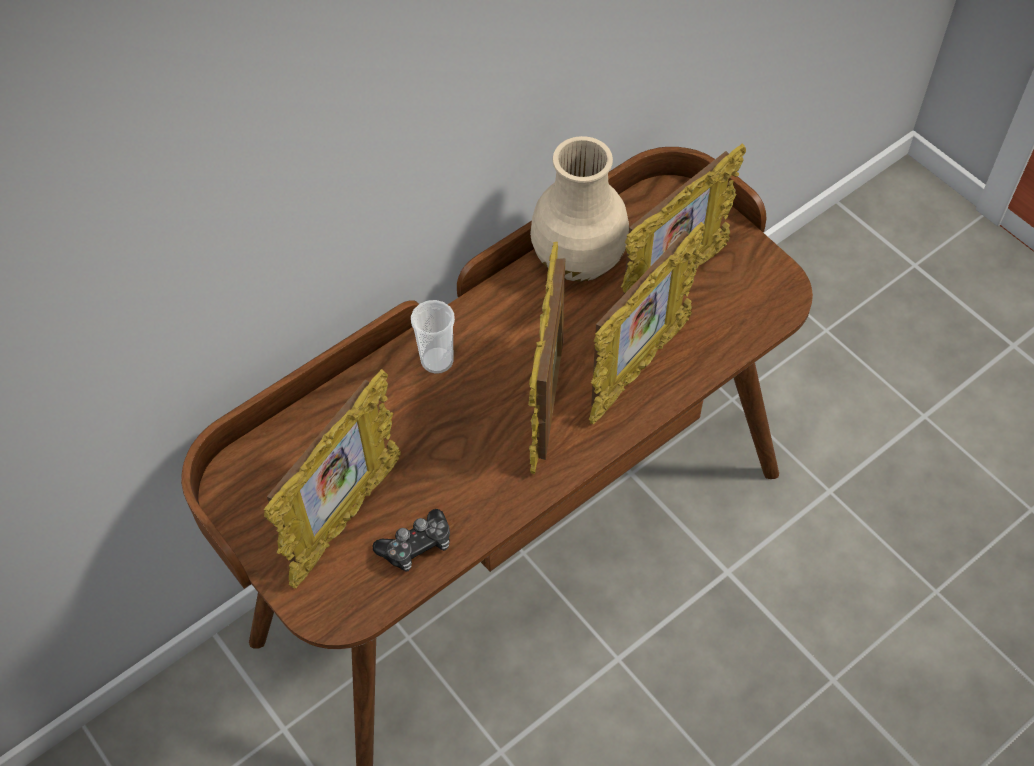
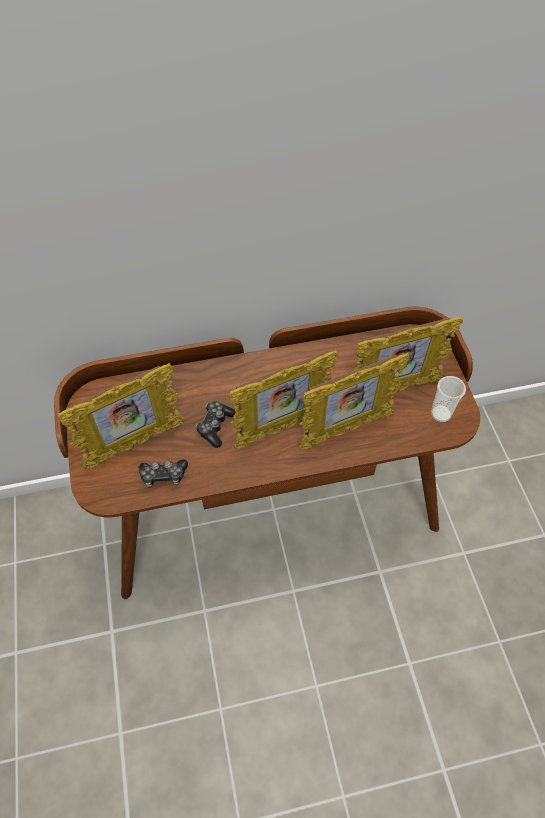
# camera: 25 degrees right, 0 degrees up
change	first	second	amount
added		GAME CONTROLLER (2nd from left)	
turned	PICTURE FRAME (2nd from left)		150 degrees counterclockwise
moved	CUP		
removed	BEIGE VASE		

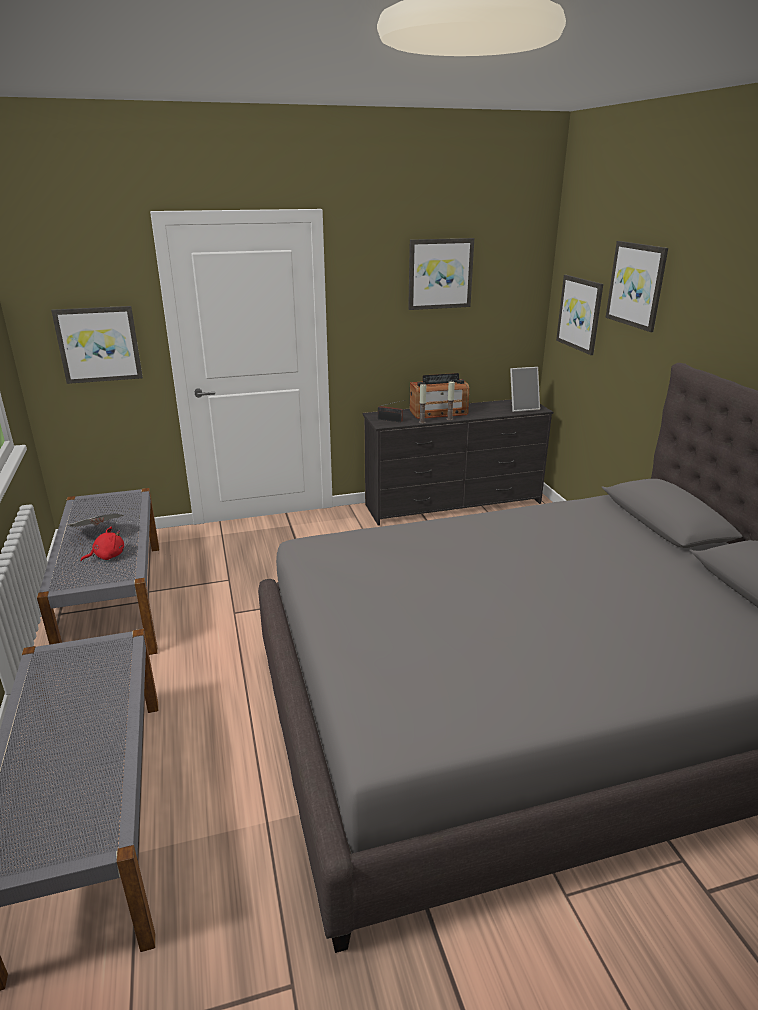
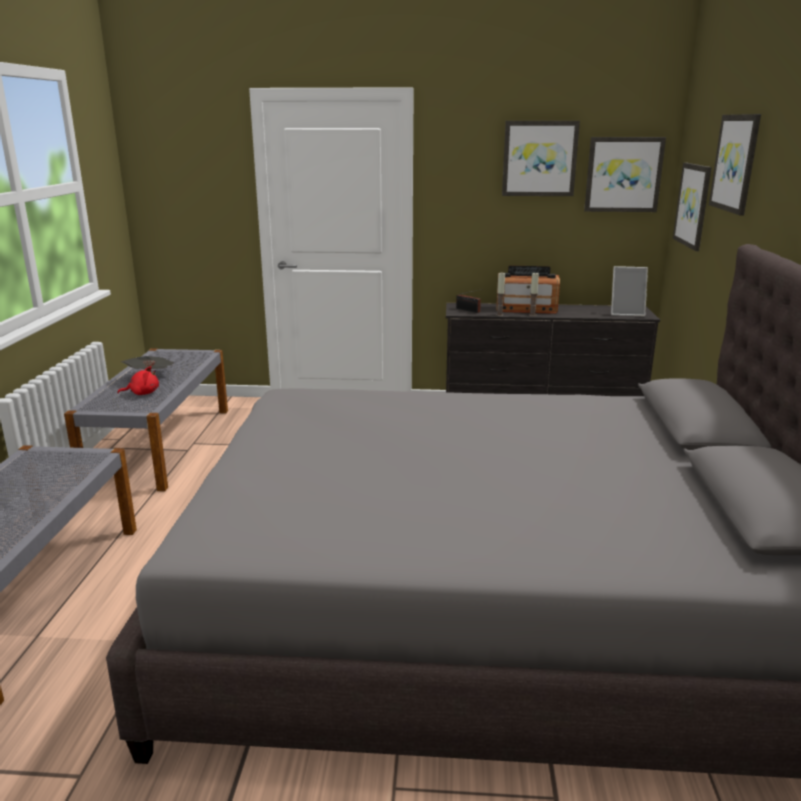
# camera: 20 degrees right, 5 degrees down
change	first	second	amount
moved	PICTURE (1st from left in the first image)	PICTURE (2nd from left)	

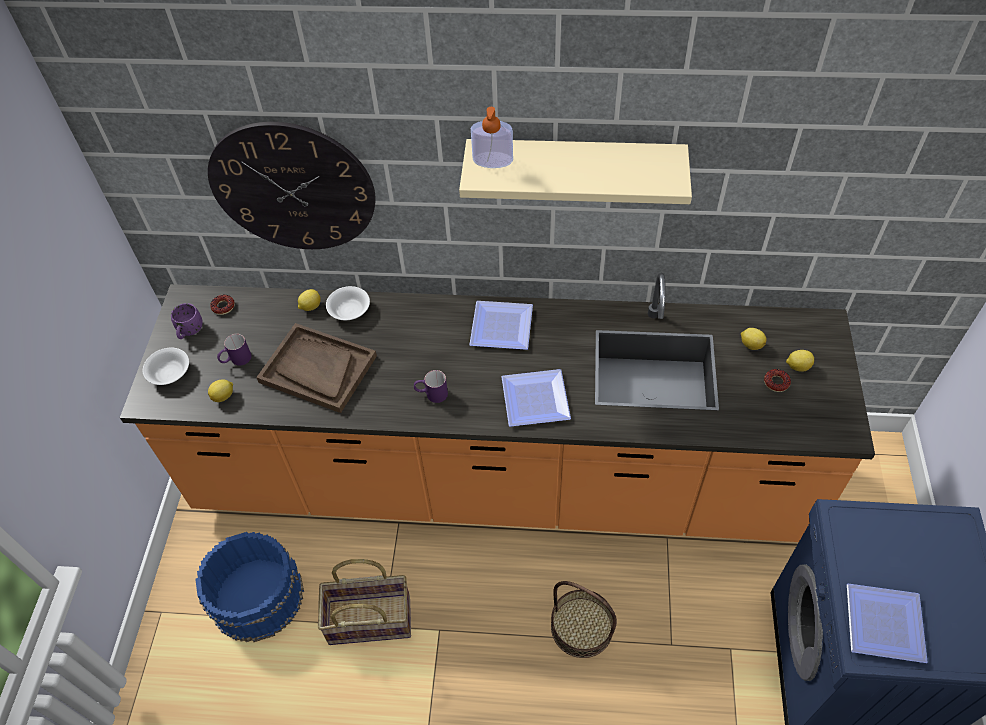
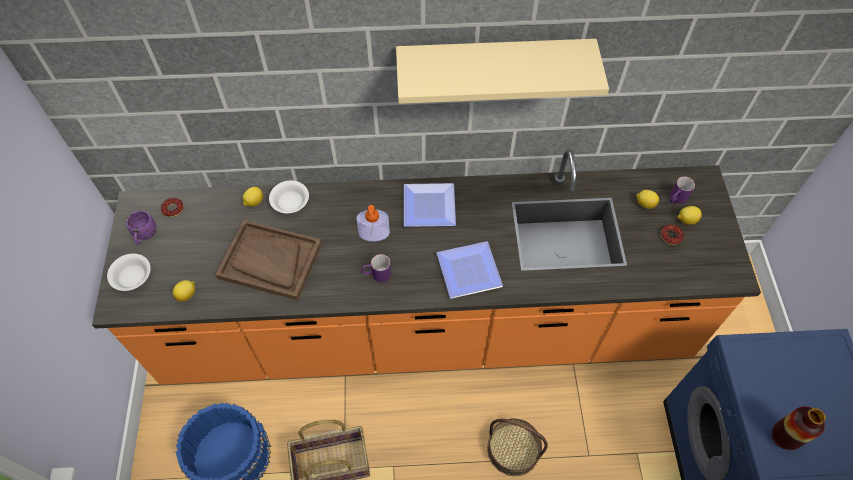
# camera: 10 degrees left, 5 degrees up
change	first	second	amount
moved	SOAP DISPENSER		
moved	PURPLE MUG (2nd from left in the first image)	PURPLE MUG (3rd from left)	
replaced	PLATE (3rd from left)	VASE	
removed	WALL CLOCK		

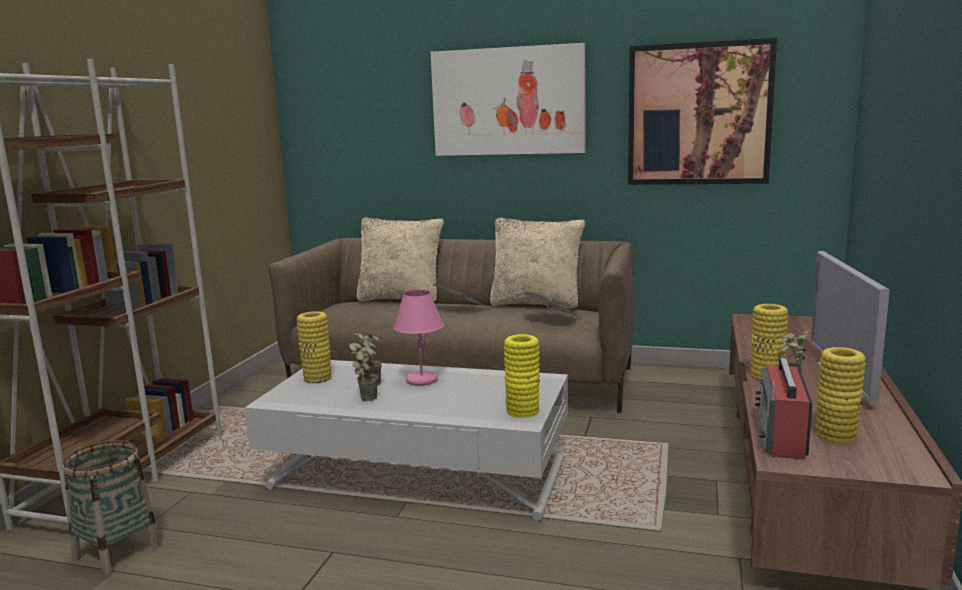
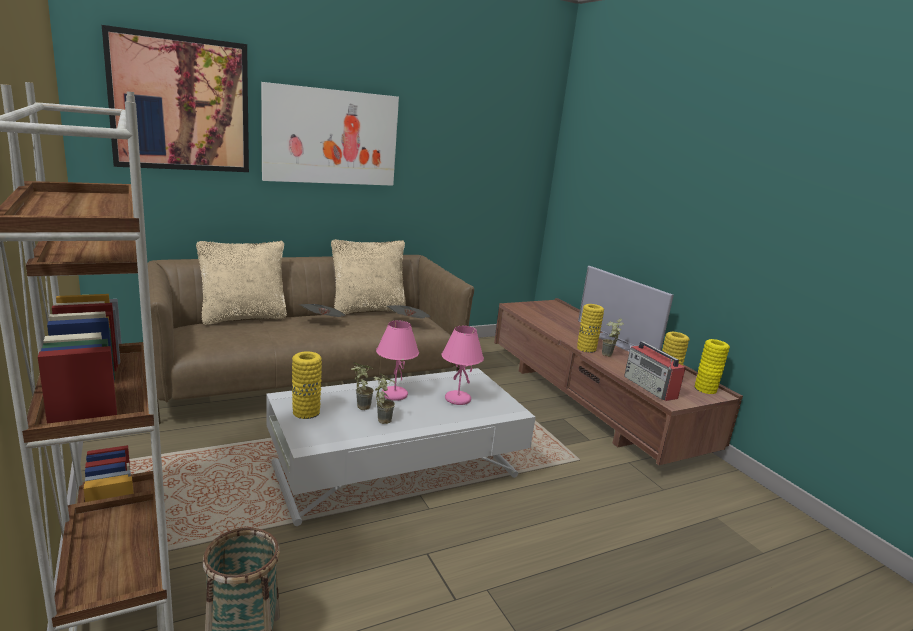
# camera: 45 degrees left, 5 degrees up
change	first	second	amount
moved	PICTURE (2nd from left in the first image)	PICTURE (1st from left)	
added		PINK TABLE LAMP (2nd from left)	
moved	YELLOW VASE (2nd from left in the first image)	YELLOW VASE (4th from left)	

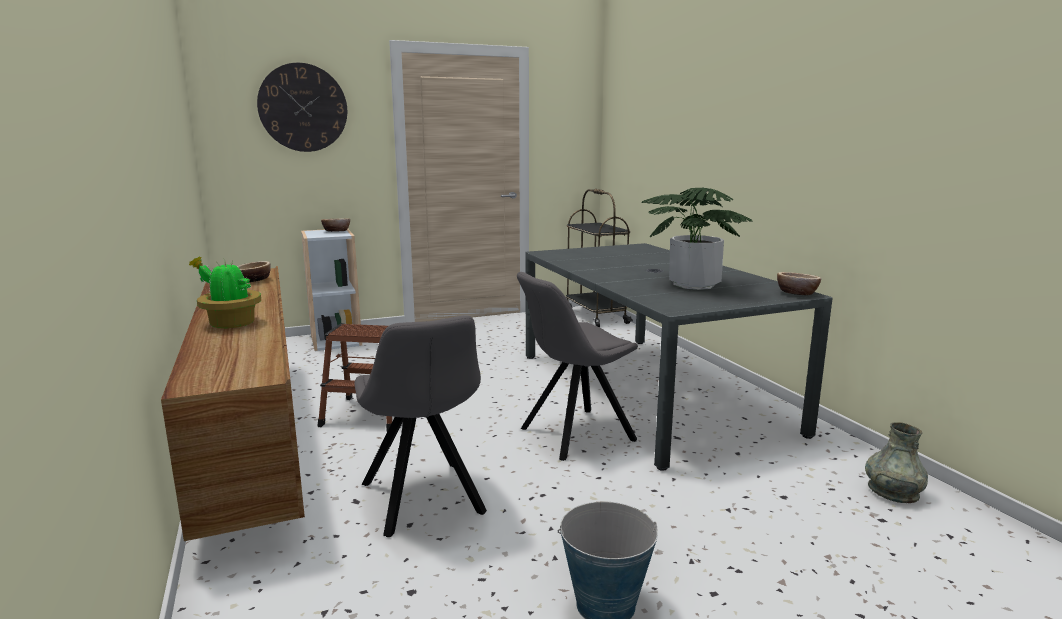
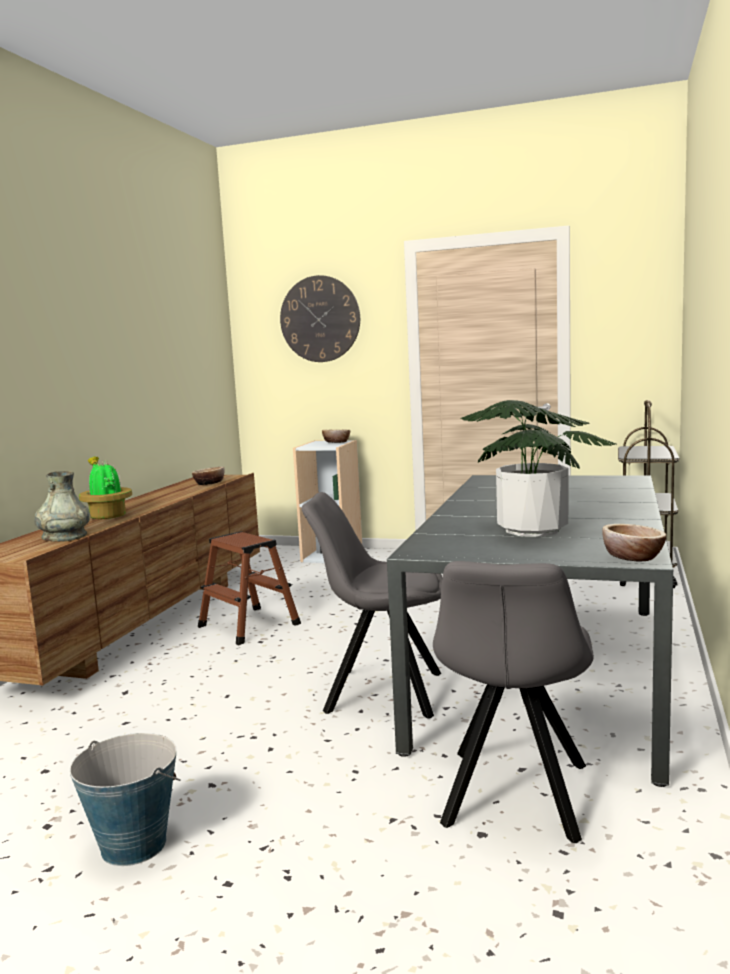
# camera: 40 degrees right, 5 degrees down
change	first	second	amount
moved	GREY VASE		
moved	GREY CHAIR (1st from left in the first image)	GREY CHAIR (2nd from left)	

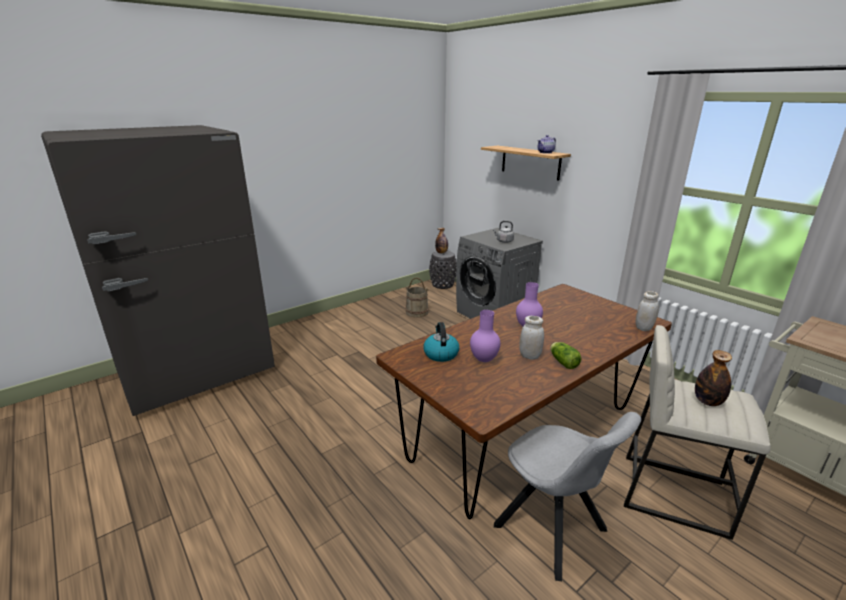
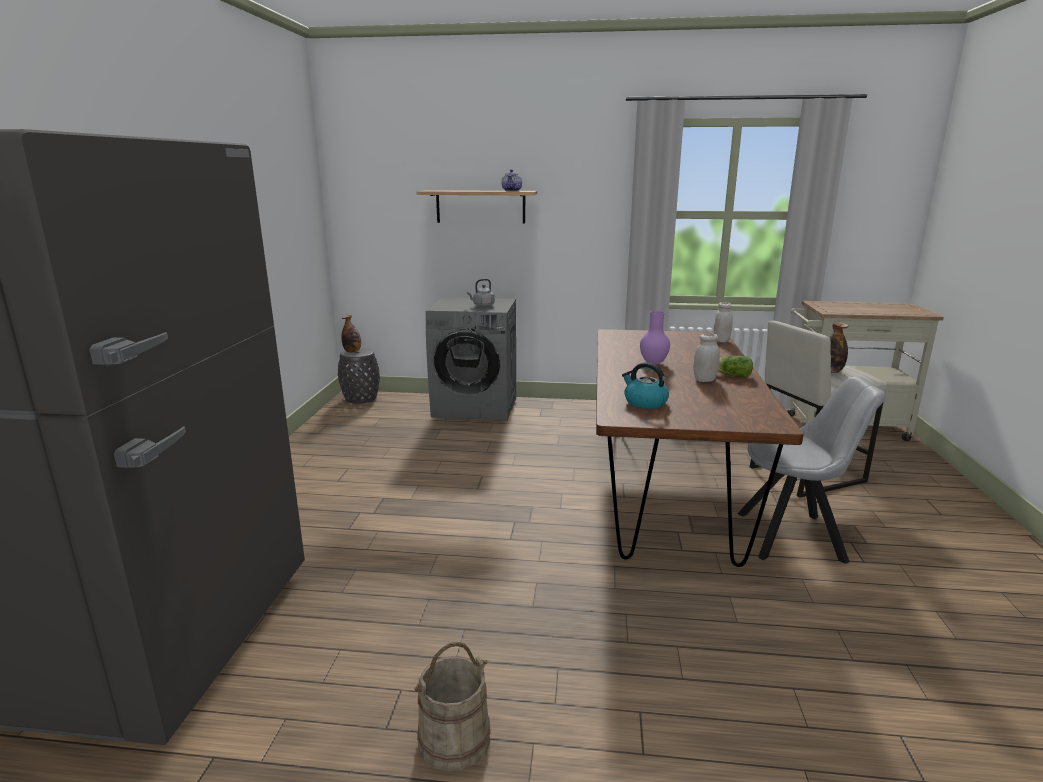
# camera: 45 degrees left, 5 degrees down
change	first	second	amount
moved	BEIGE BUCKET		
removed	PURPLE VASE (1st from left)		

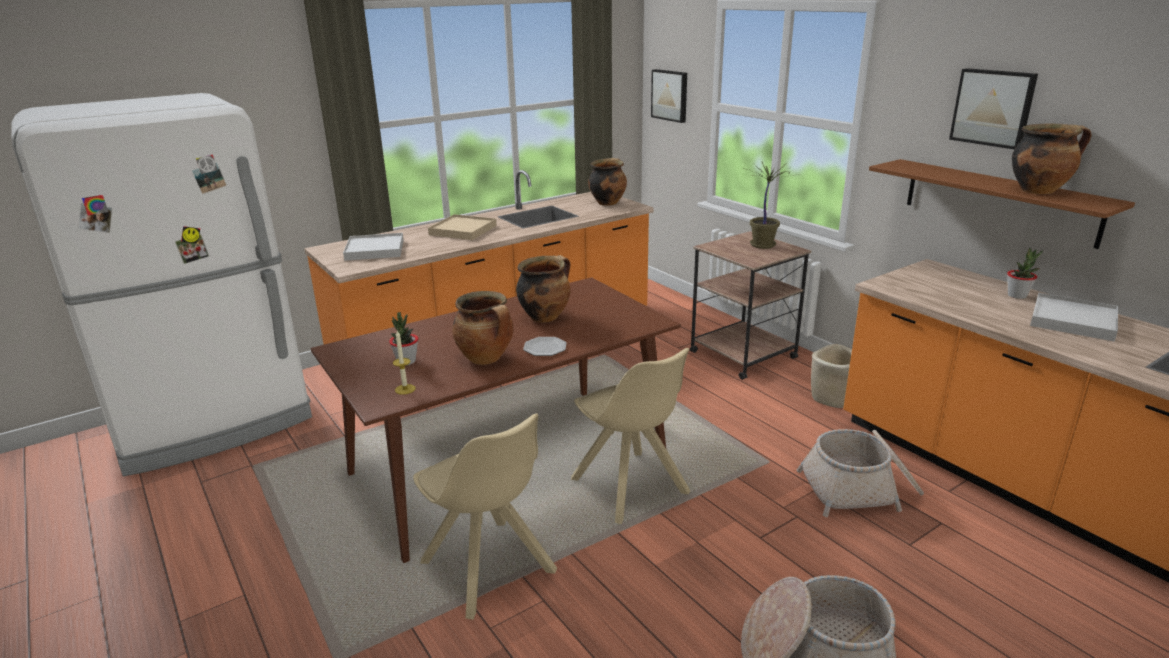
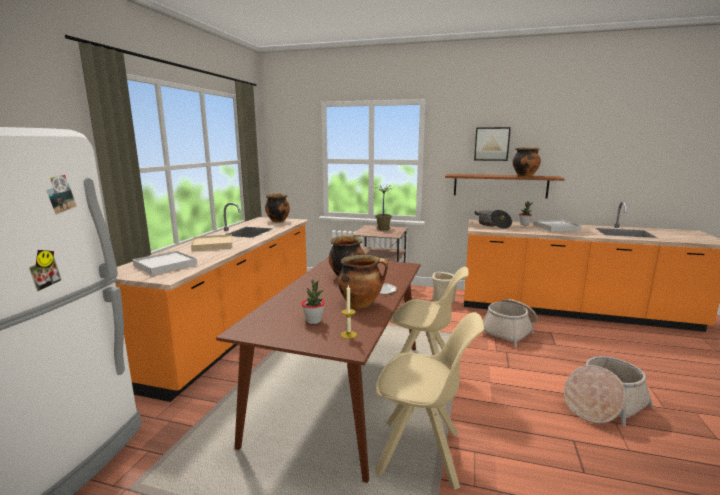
# camera: 40 degrees left, 10 degrees down
change	first	second	amount
added		COOKING POT (4th from left)	
removed	PICTURE (1st from left)		

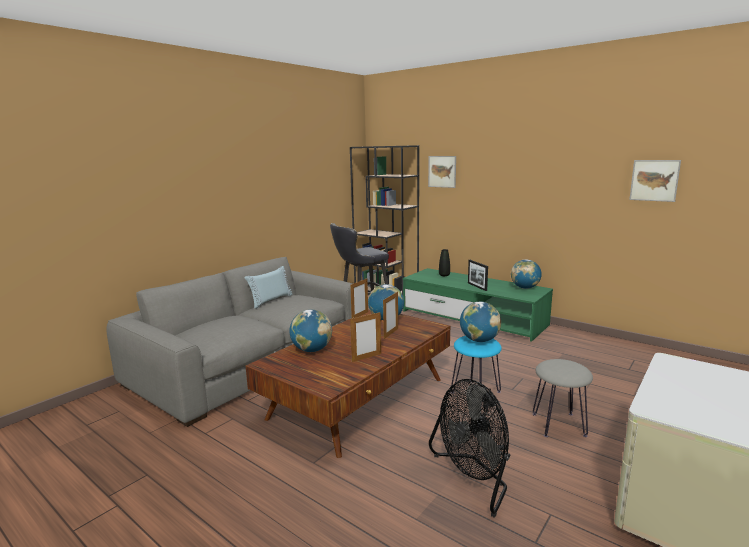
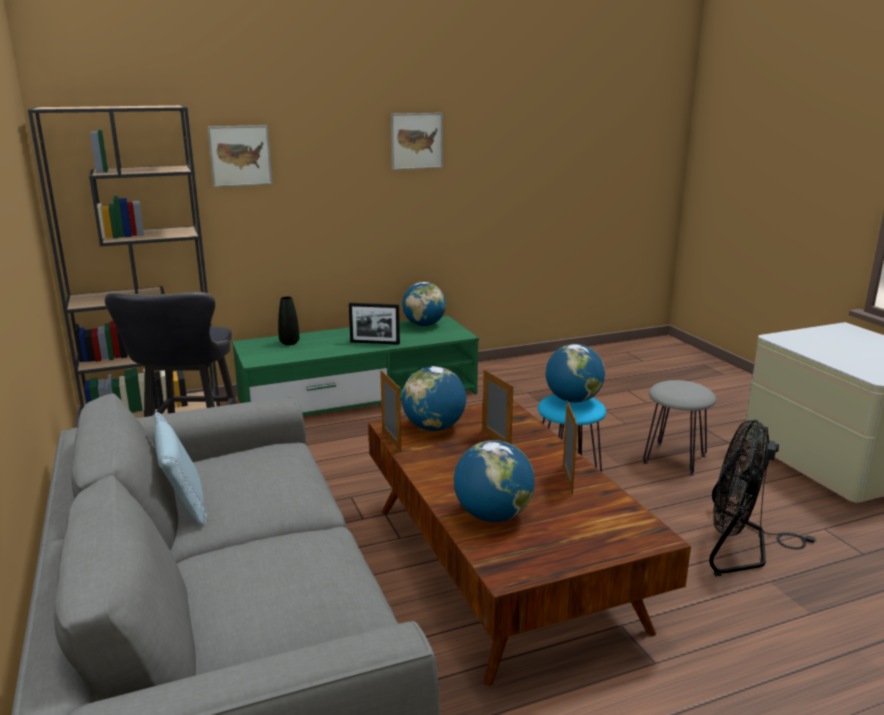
# camera: 60 degrees left, 5 degrees up
change	first	second	amount
moved	PICTURE (2nd from left)		
turned	BLACK FAN		105 degrees clockwise

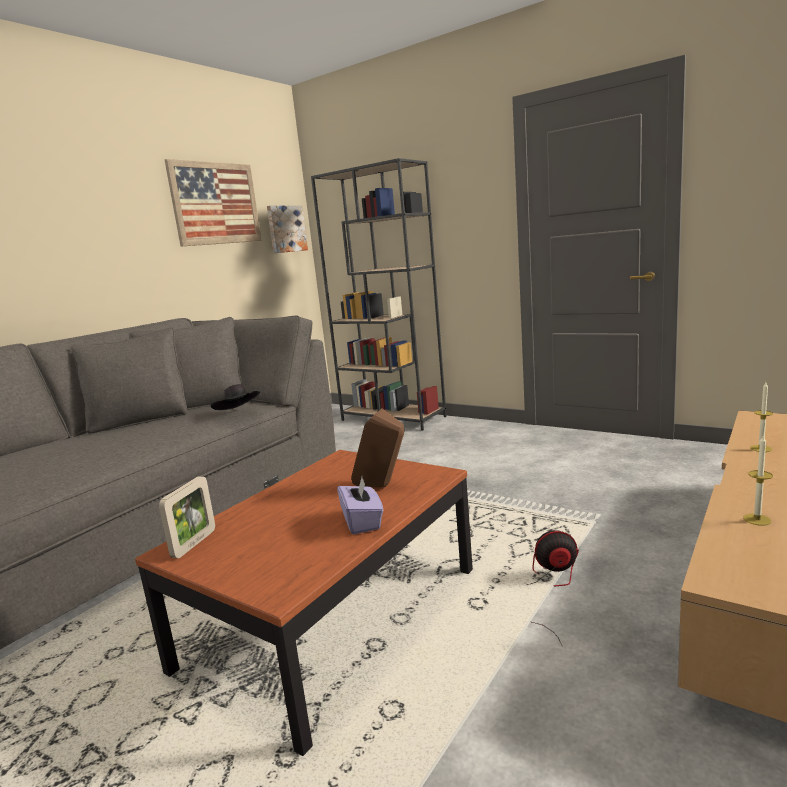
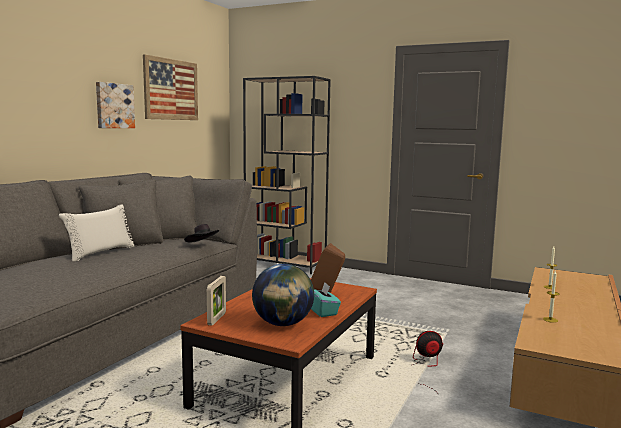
# camera: 10 degrees left, 5 degrees down
change	first	second	amount
added		WHITE PILLOW	
moved	PICTURE (2nd from left in the first image)	PICTURE (1st from left)	
added		GLOBE	
recoloured	PURPLE TISSUE BOX	TURQUOISE TISSUE BOX	

